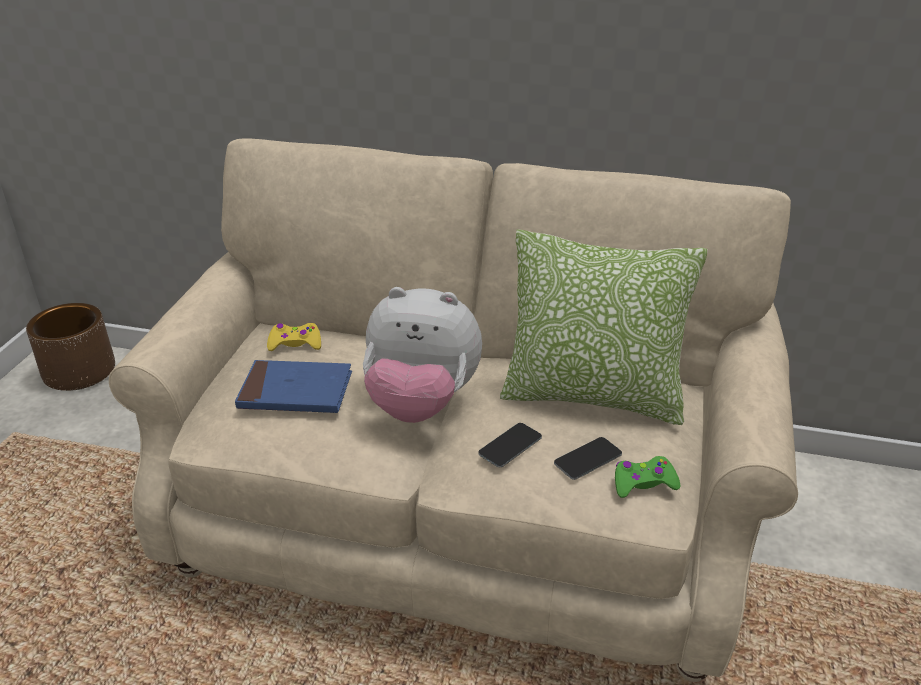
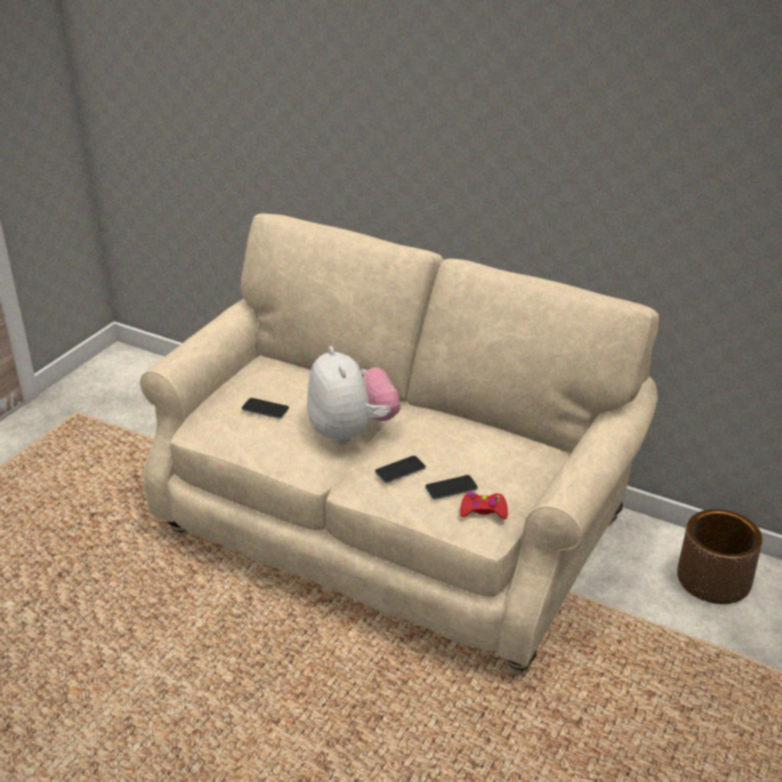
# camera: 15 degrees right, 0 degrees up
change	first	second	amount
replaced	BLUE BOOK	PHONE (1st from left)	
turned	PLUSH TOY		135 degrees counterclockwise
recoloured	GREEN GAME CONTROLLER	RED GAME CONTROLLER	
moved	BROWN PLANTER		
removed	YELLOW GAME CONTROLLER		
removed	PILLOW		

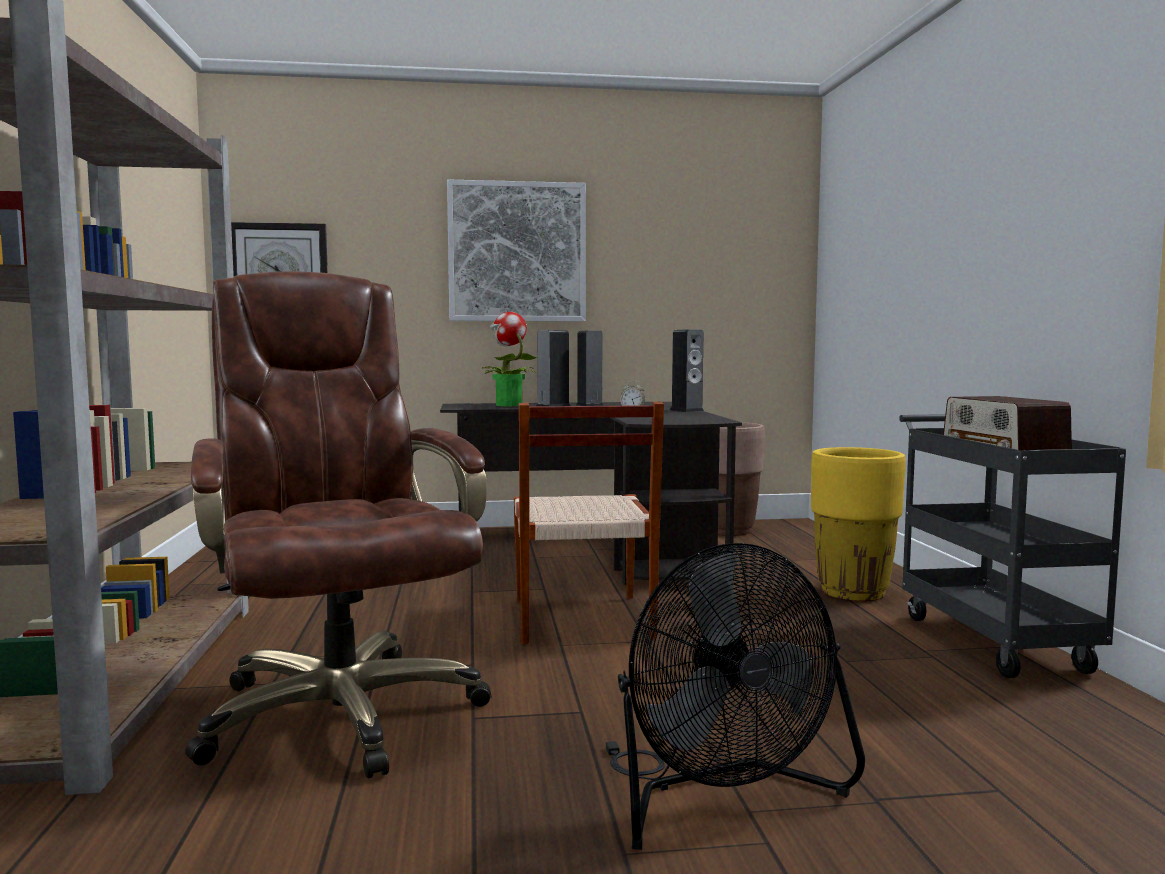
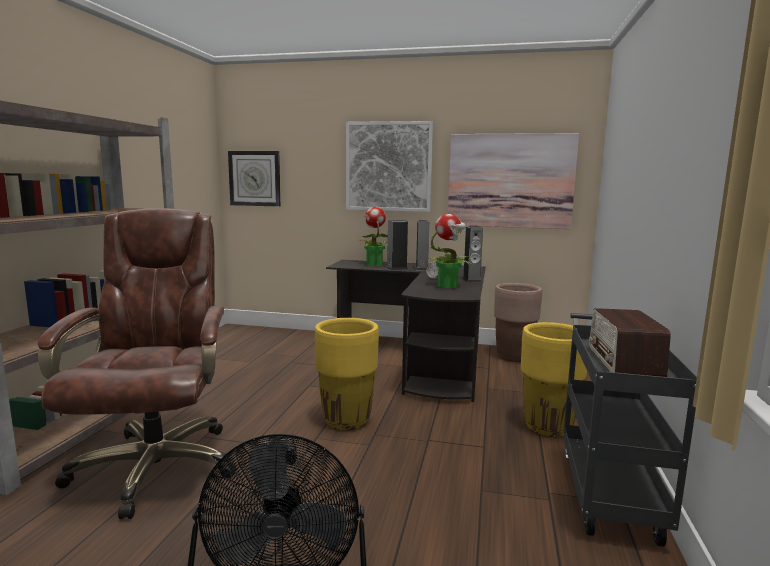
# camera: 20 degrees right, 5 degrees up
change	first	second	amount
replaced	CHAIR	YELLOW PLANTER (1st from left)	
added		POTTED PLANT (2nd from left)	
added		PICTURE (2nd from left)	

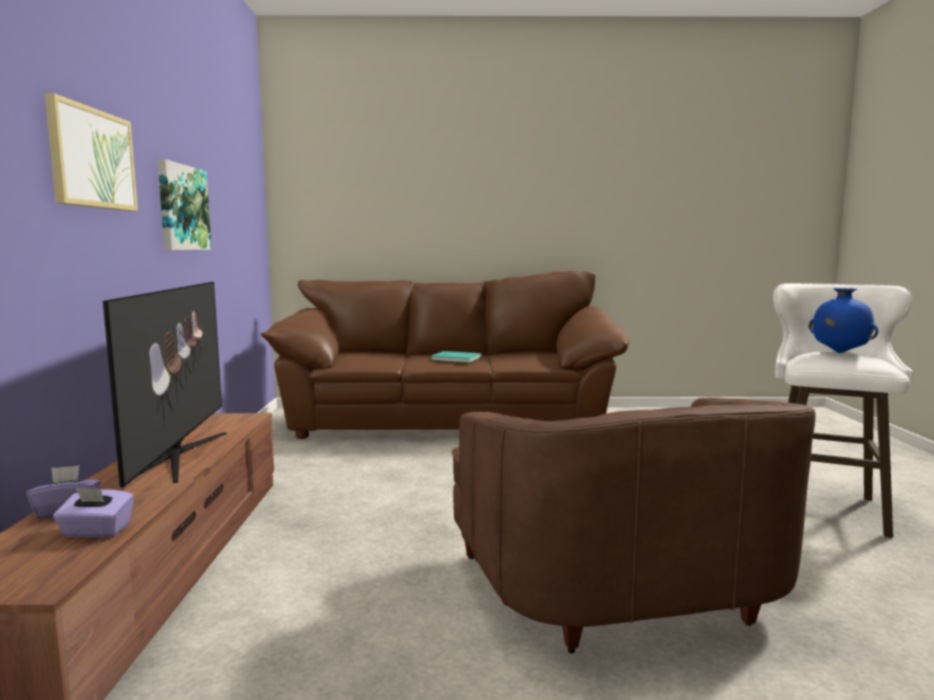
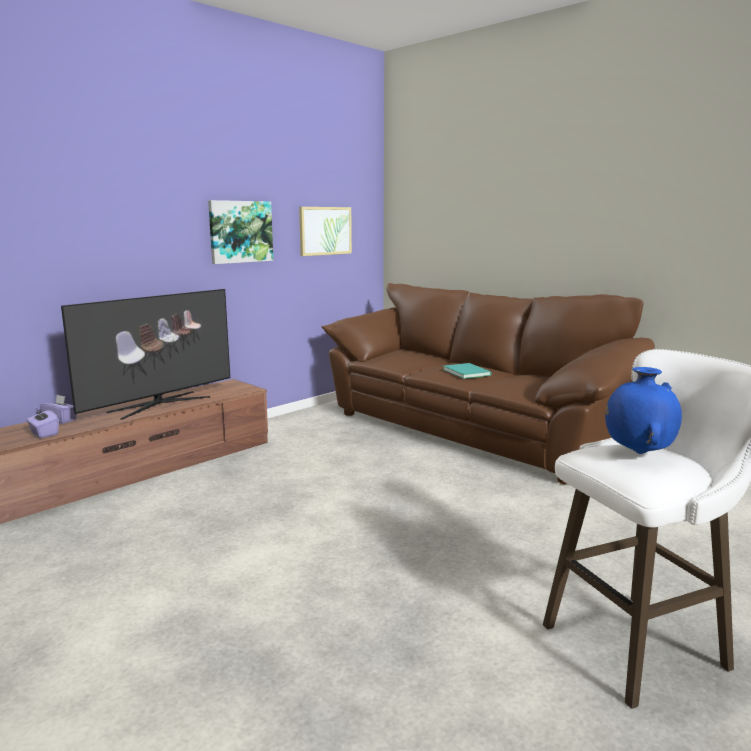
# camera: 45 degrees right, 5 degrees up
change	first	second	amount
moved	PICTURE (1st from left in the first image)	PICTURE (2nd from left)	
removed	BROWN ARMCHAIR		

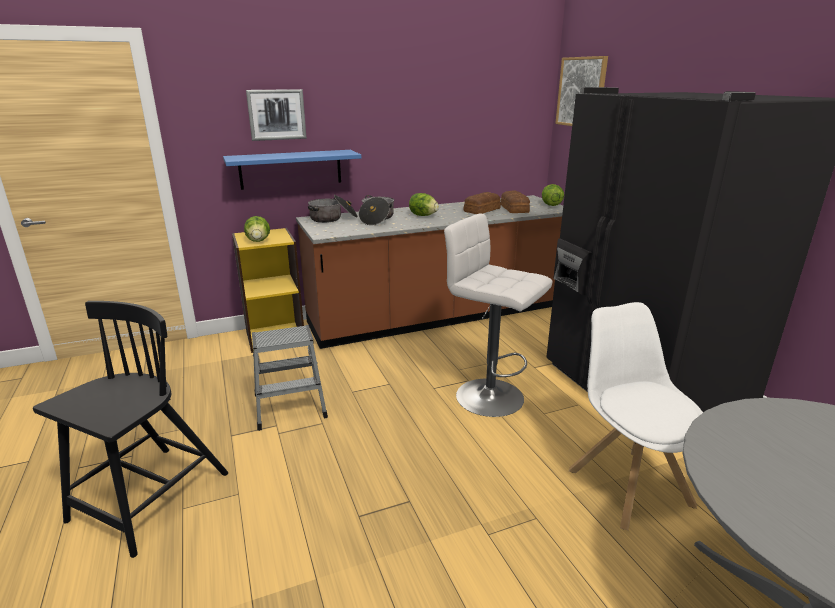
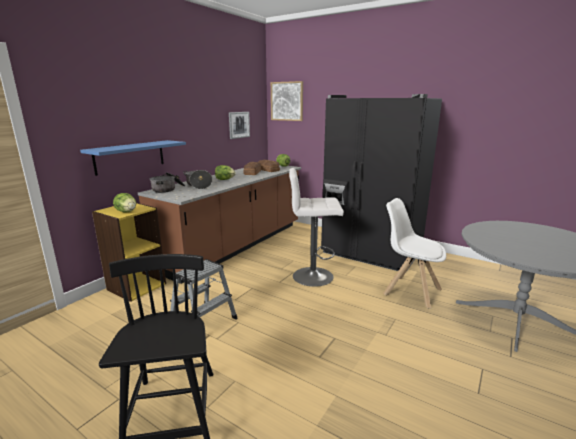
# camera: 35 degrees left, 5 degrees down
change	first	second	amount
moved	PICTURE (1st from left)		

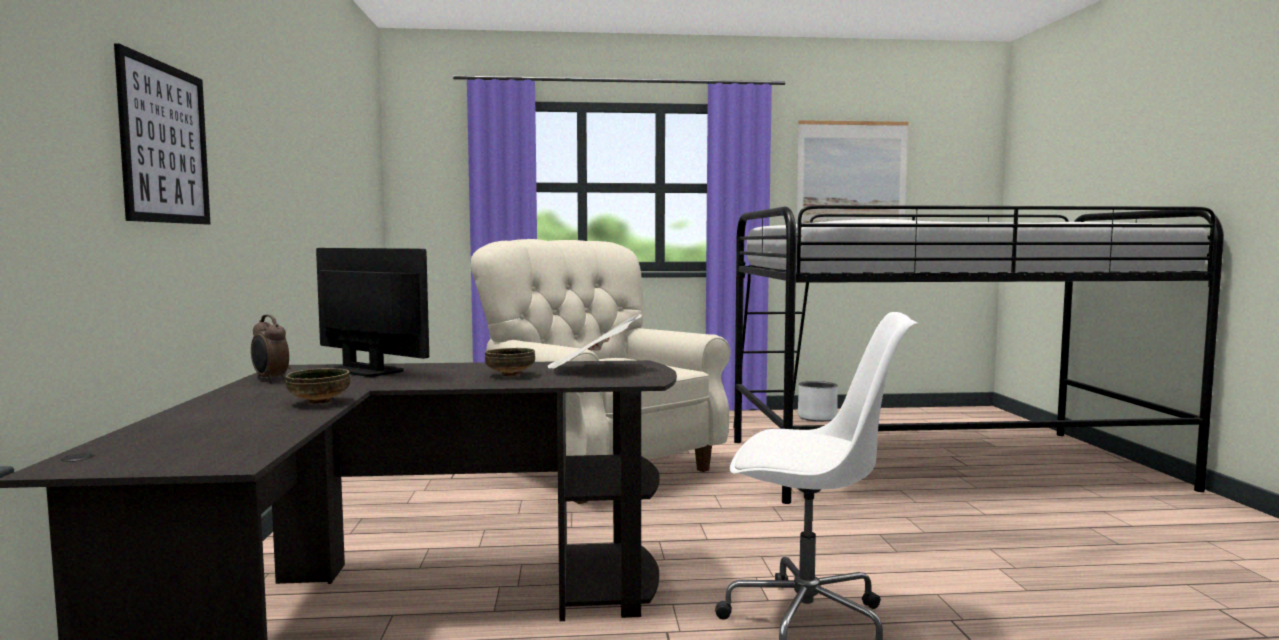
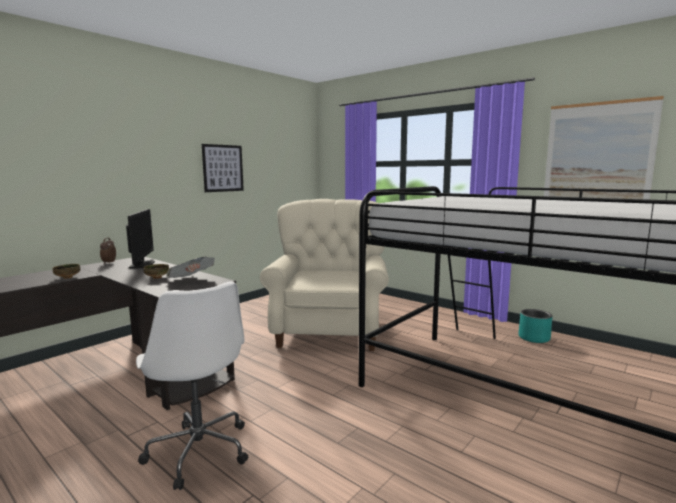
# camera: 45 degrees right, 5 degrees up
change	first	second	amount
moved	PICTURE (1st from left)		
recoloured	GREY PLANTER	TURQUOISE PLANTER	

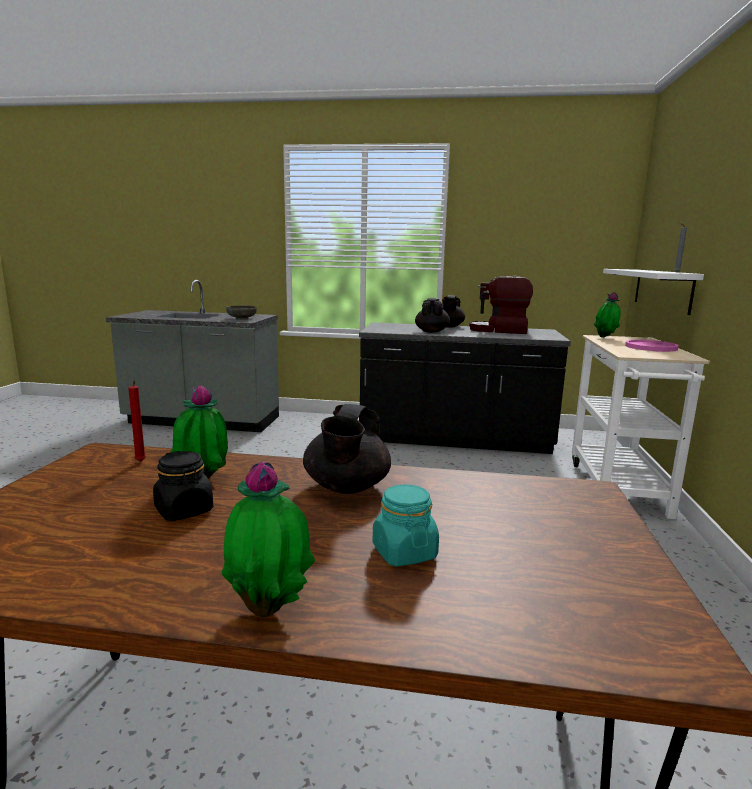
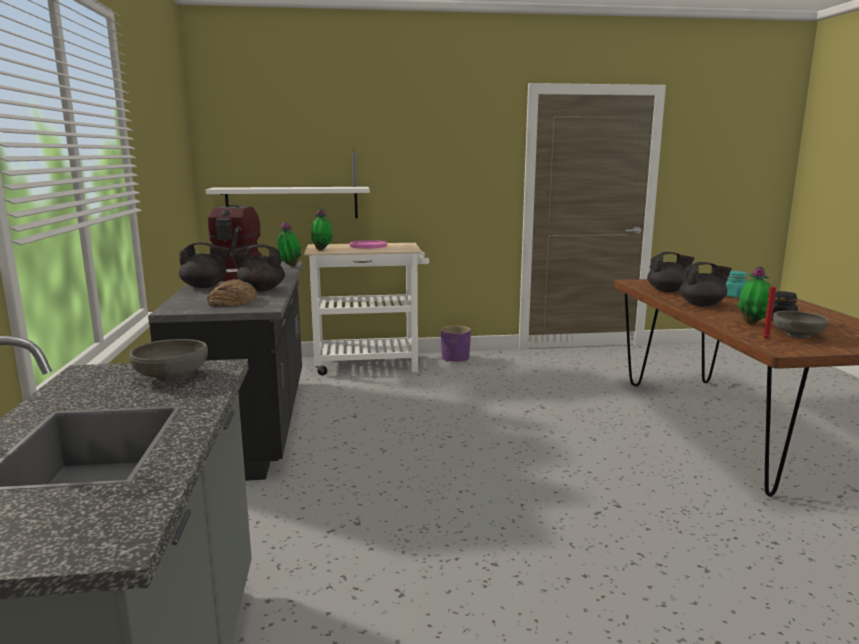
# camera: 105 degrees left, 0 degrees up
change	first	second	amount
added		BREAD	
moved	POTTED PLANT (2nd from left in the first image)	POTTED PLANT (1st from left)	
added		PURPLE PLANTER	
added		BLACK TEAPOT (3rd from left)	
added		GREY BOWL (2nd from left)	

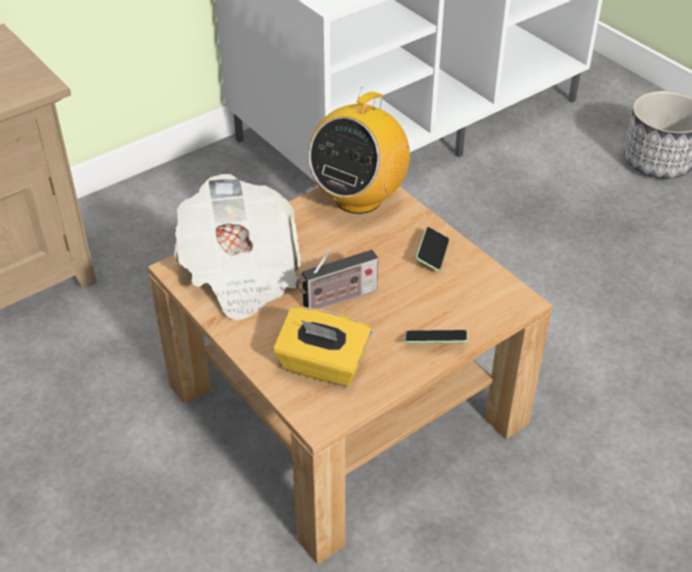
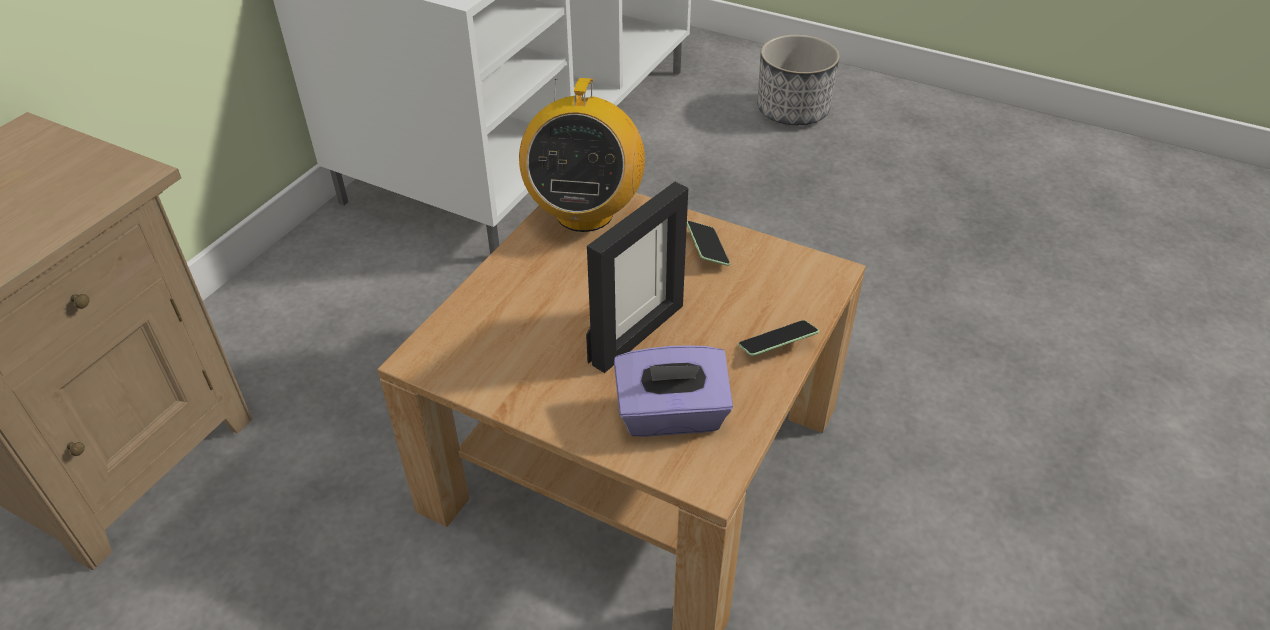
# camera: 25 degrees left, 0 degrees up
change	first	second	amount
replaced	RADIO (1st from left)	PICTURE FRAME	
recoloured	YELLOW TISSUE BOX	PURPLE TISSUE BOX	
removed	NEWSPAPER		

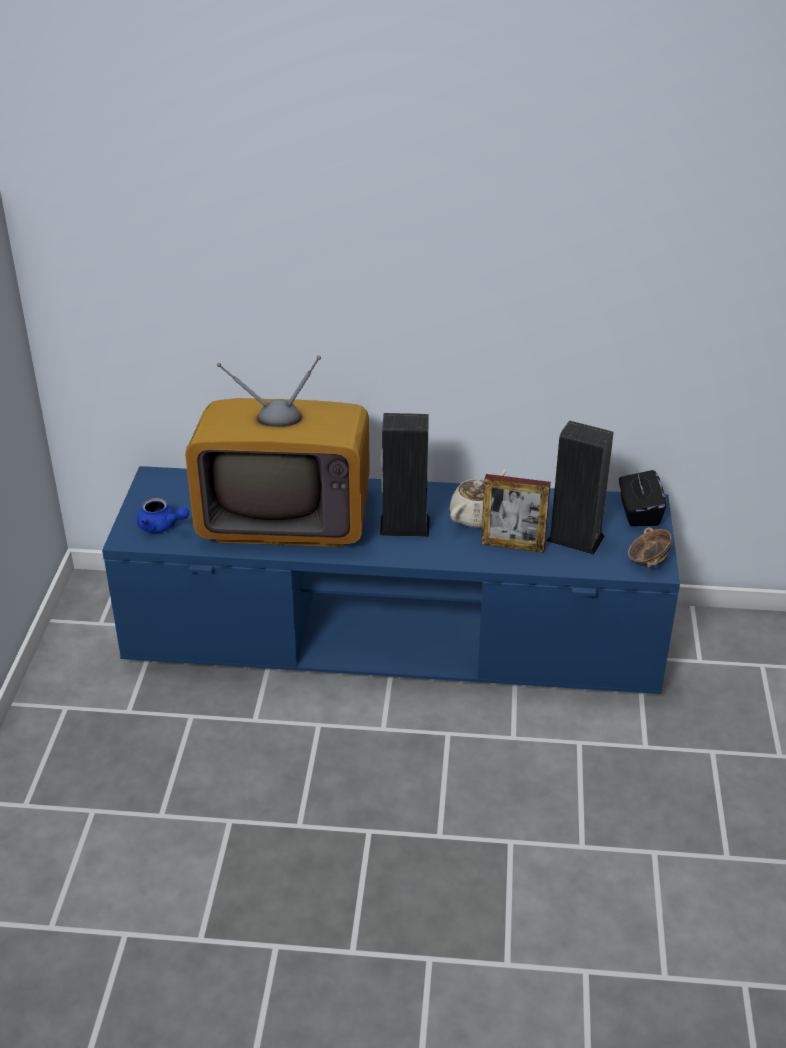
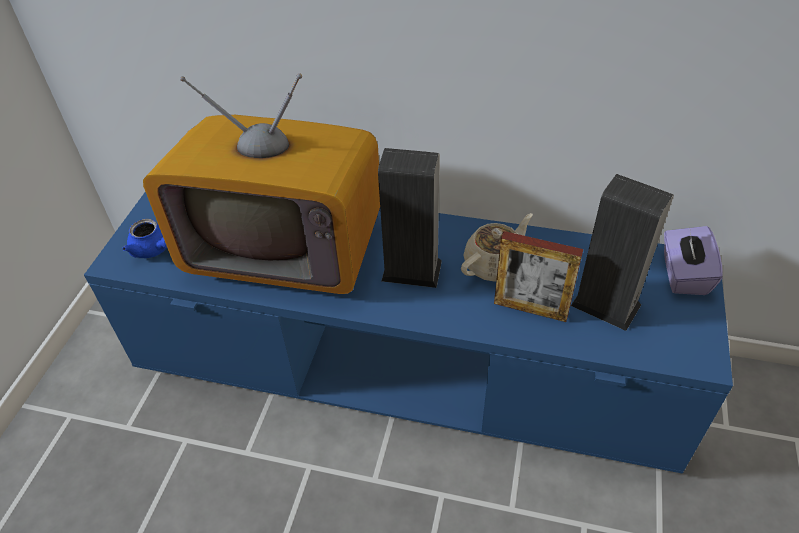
# camera: 10 degrees right, 10 degrees up
change	first	second	amount
recoloured	BLACK TISSUE BOX	PURPLE TISSUE BOX	
removed	BOWL		

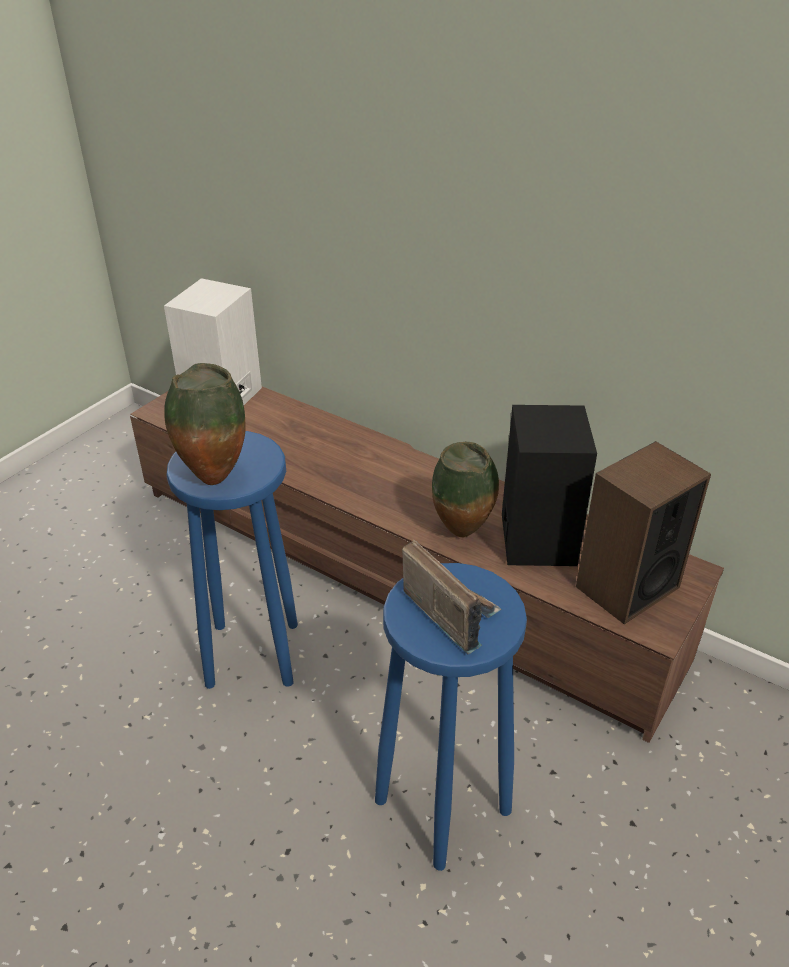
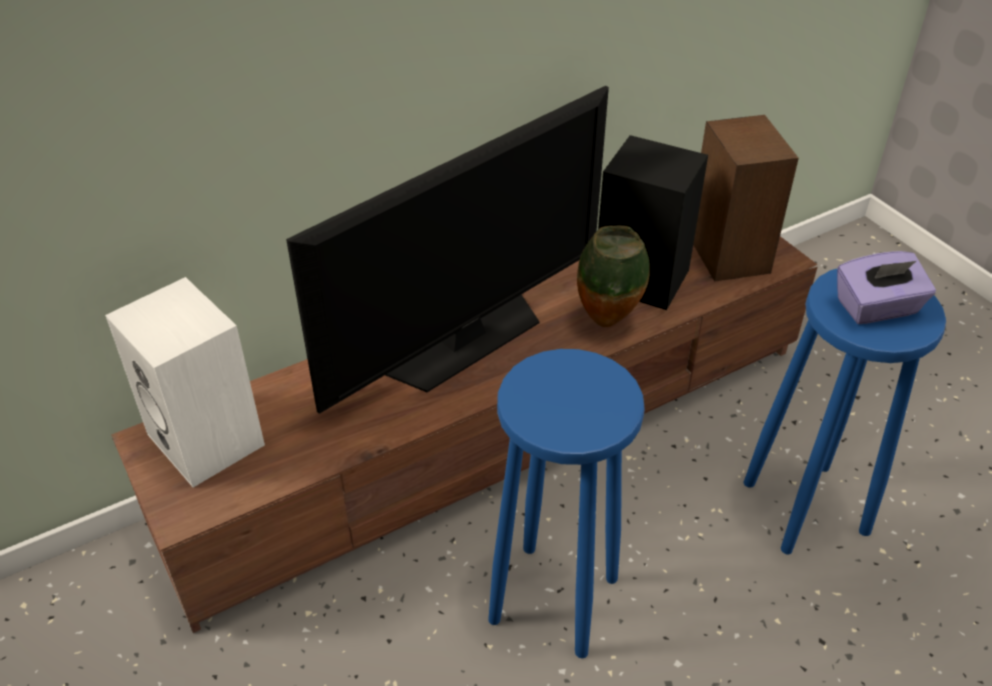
# camera: 65 degrees left, 5 degrees up
change	first	second	amount
added		TELEVISION	
replaced	RADIO	PURPLE TISSUE BOX	
removed	VASE (1st from left)		

